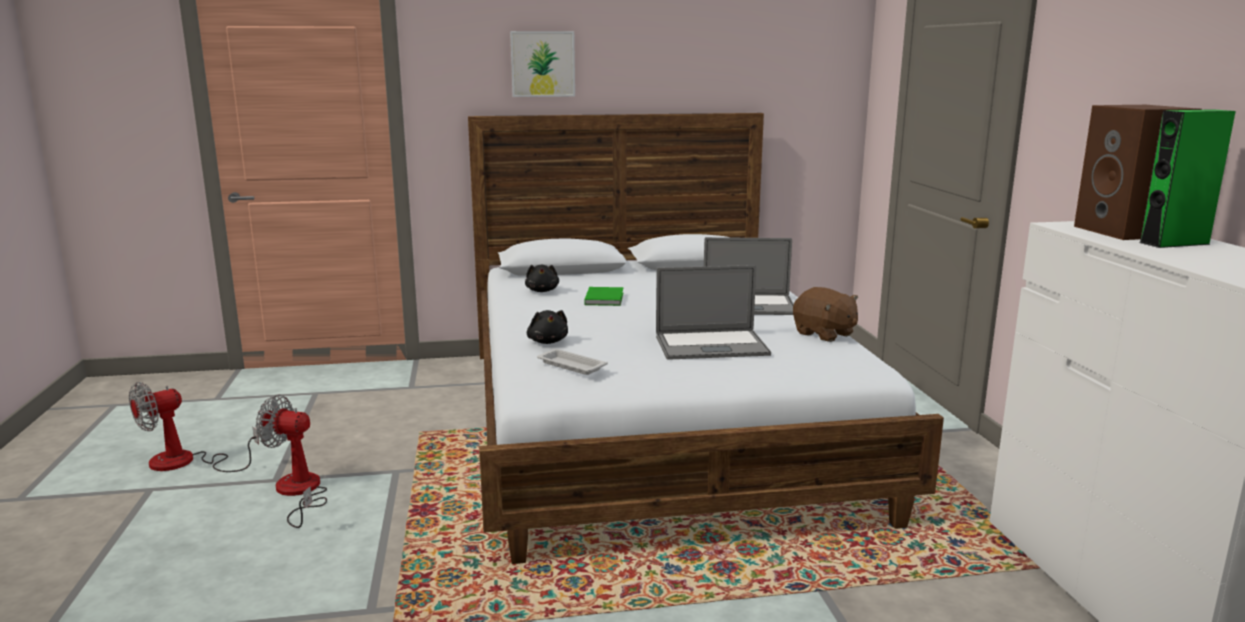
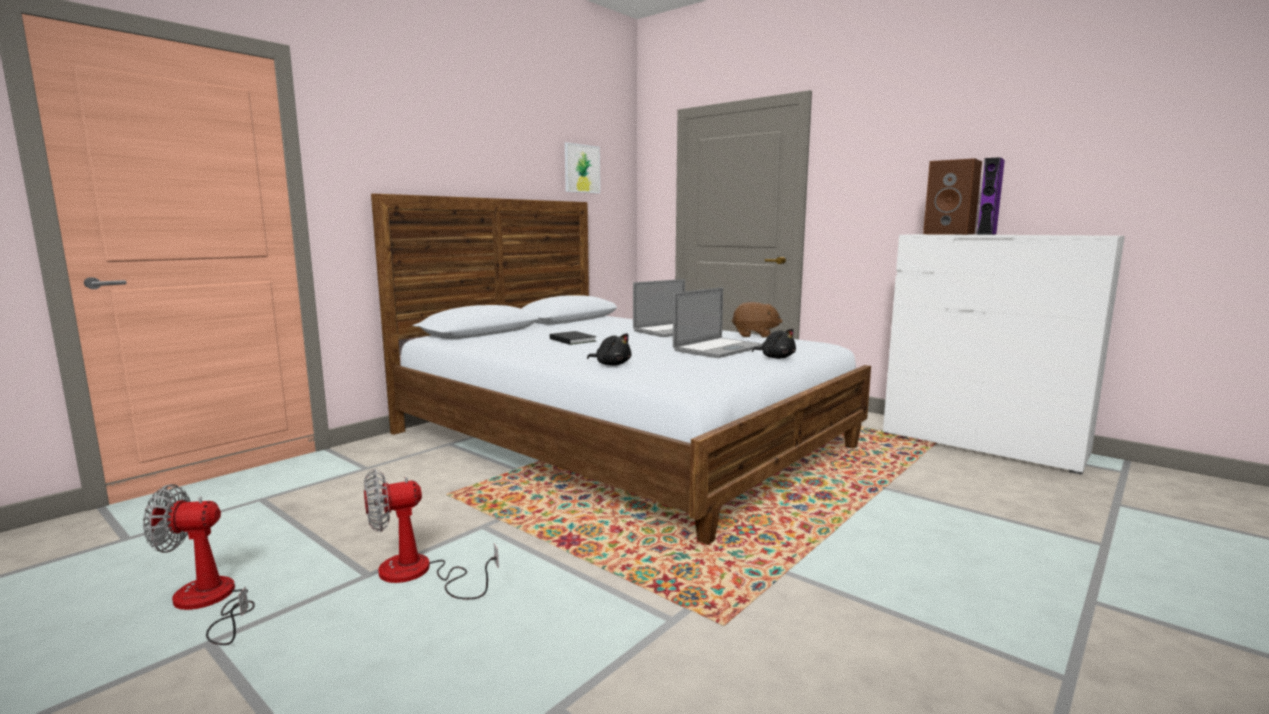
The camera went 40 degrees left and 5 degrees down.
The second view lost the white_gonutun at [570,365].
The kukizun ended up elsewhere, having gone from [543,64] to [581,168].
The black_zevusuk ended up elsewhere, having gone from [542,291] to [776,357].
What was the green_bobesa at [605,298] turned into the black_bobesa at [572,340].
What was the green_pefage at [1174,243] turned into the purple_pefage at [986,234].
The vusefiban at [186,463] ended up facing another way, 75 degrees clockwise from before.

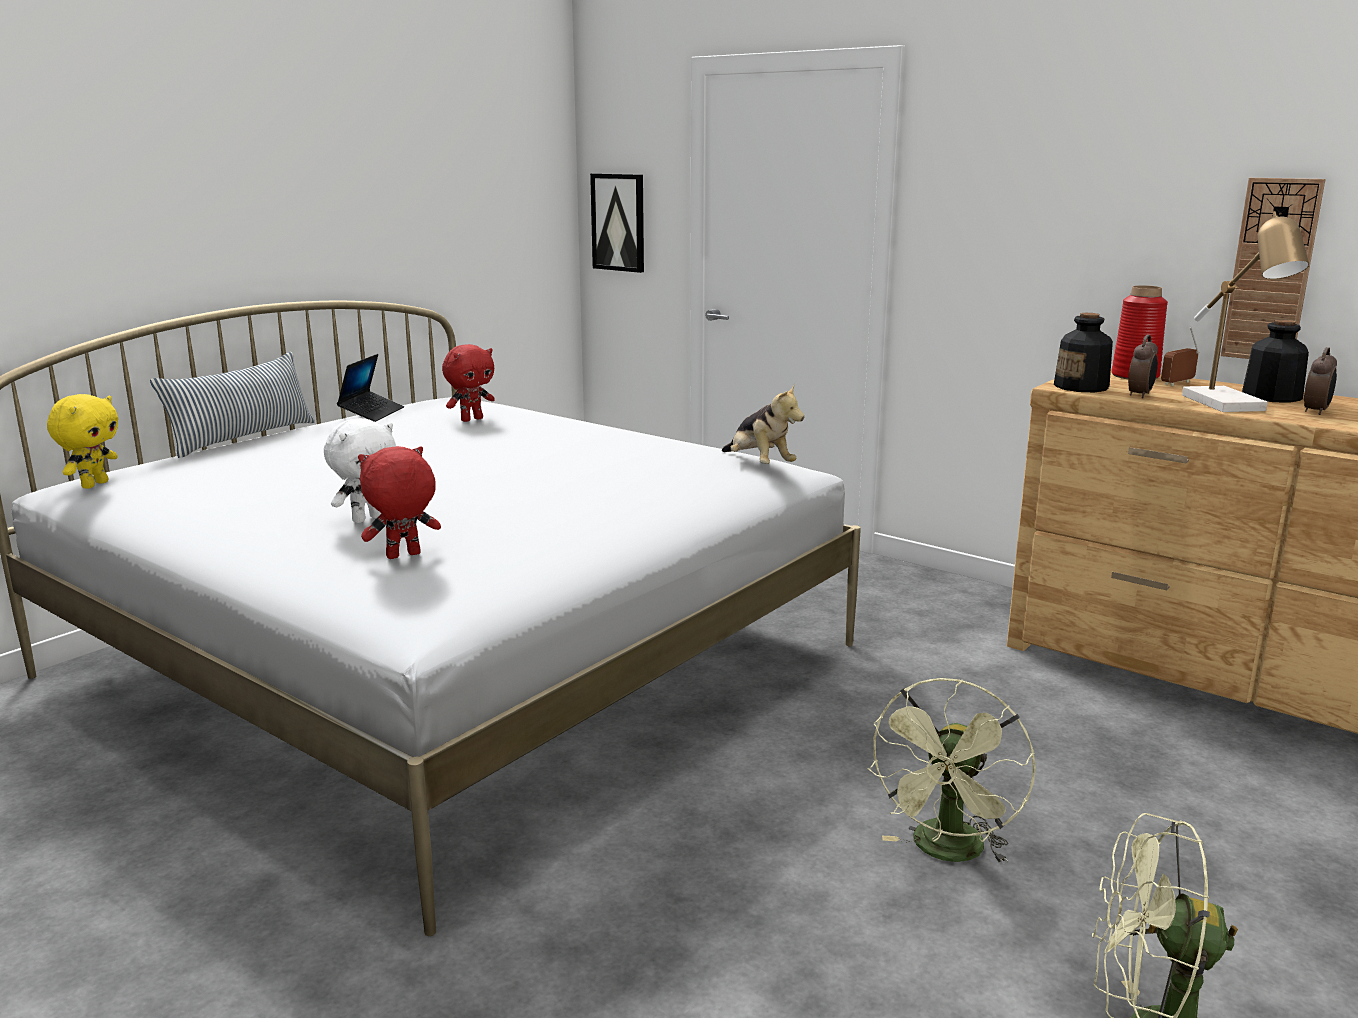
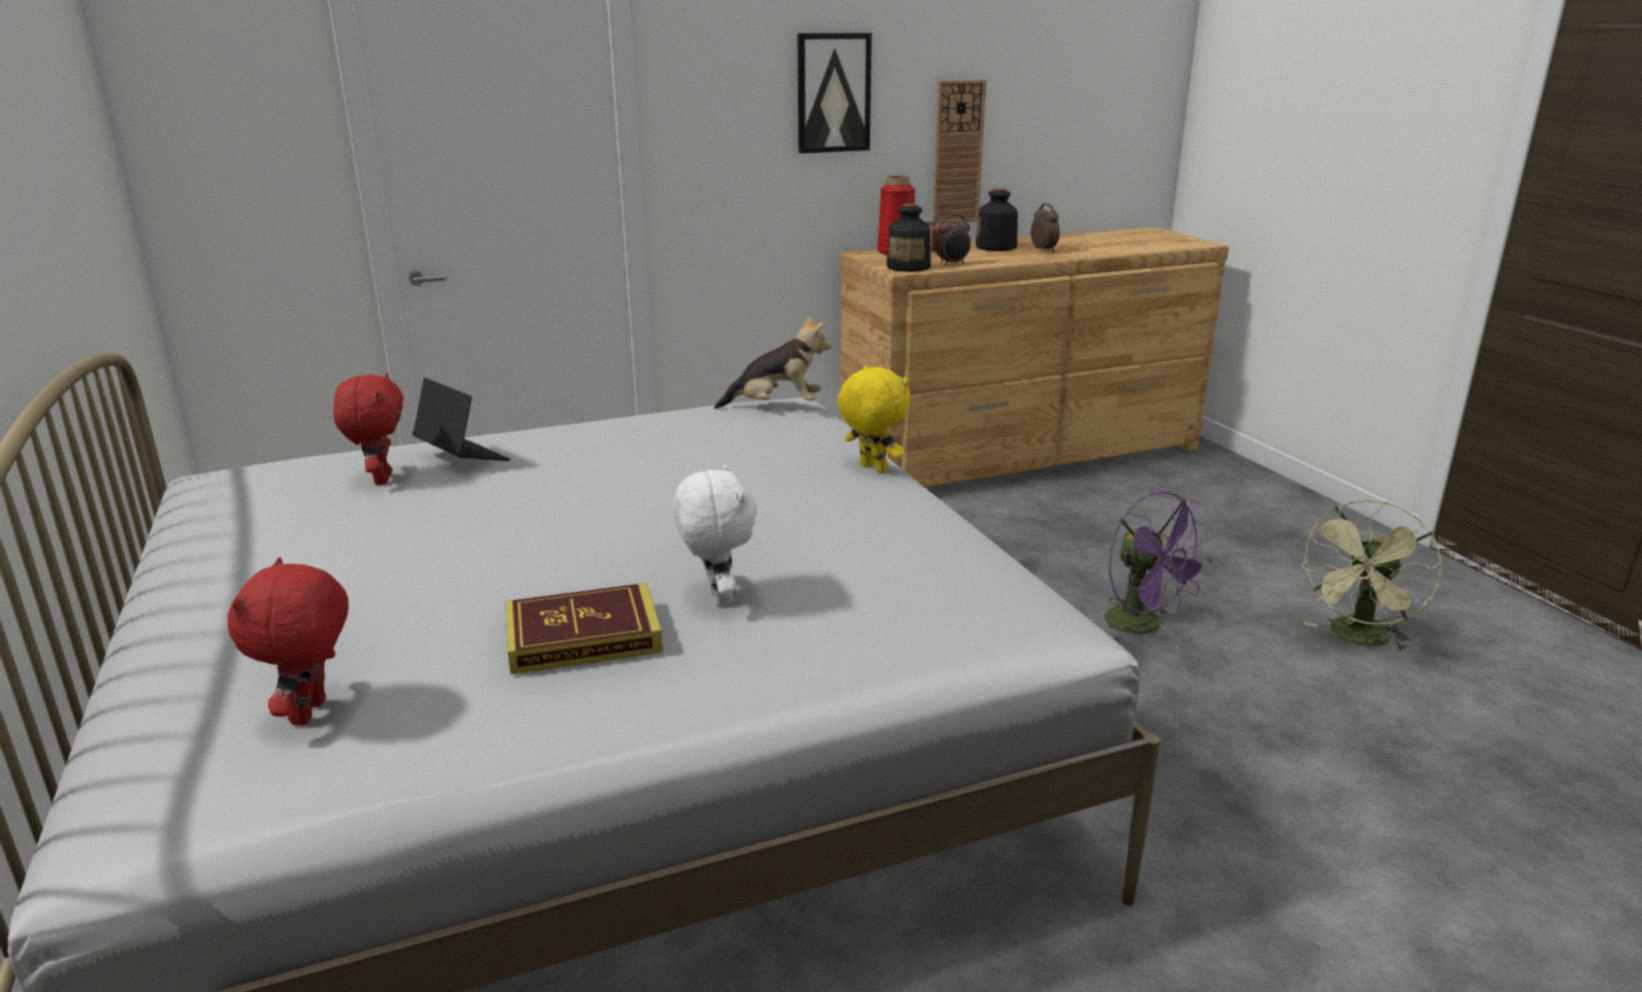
The camera went 60 degrees left and 5 degrees up.
The second view lost the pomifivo at [243,438].
The second view lost the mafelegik at [1231,405].
The second view gained the bobesa at [583,637].
The yellow_zevusuk ended up elsewhere, having gone from [94,484] to [871,468].
The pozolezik ended up elsewhere, having gone from [372,413] to [462,457].
The red_zevusuk ended up elsewhere, having gone from [403,556] to [312,713].
The kukizun ended up elsewhere, having gone from [619,222] to [833,93].
What was the green_vusefiban at [947,852] turned into the purple_vusefiban at [1143,626].
The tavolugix at [1140,395] ended up facing another way, 90 degrees clockwise from before.

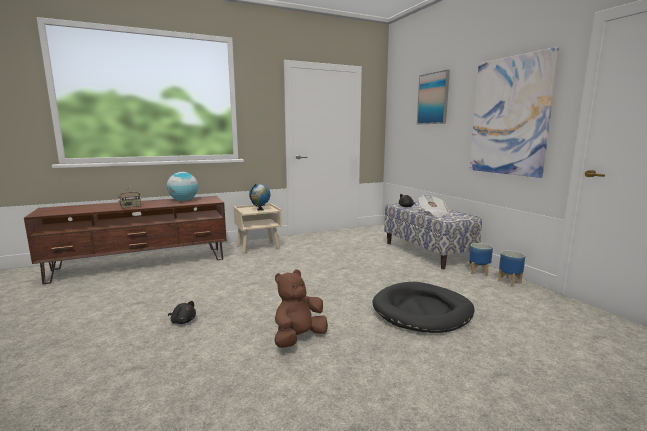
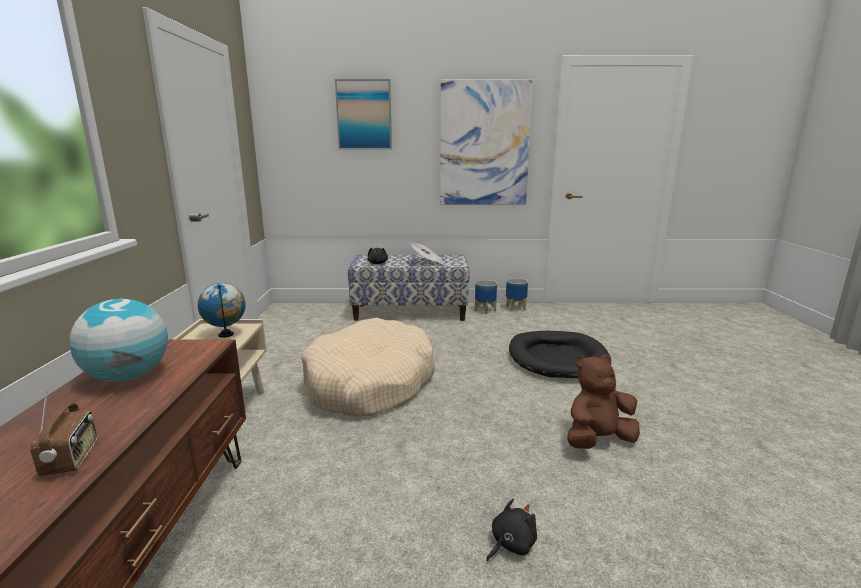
The camera went 65 degrees left and 5 degrees up.
The second view gained the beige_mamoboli at [369,383].
The brown_zevusuk at [298,338] ended up facing another way, 90 degrees clockwise from before.

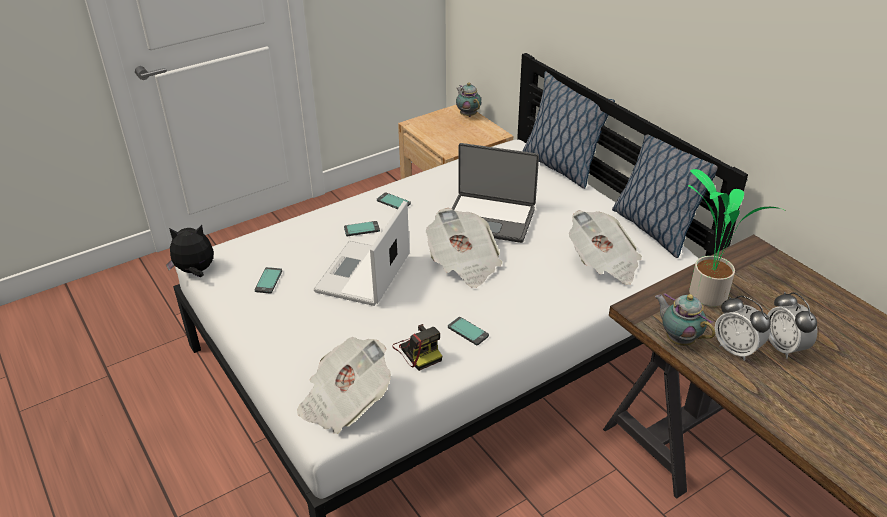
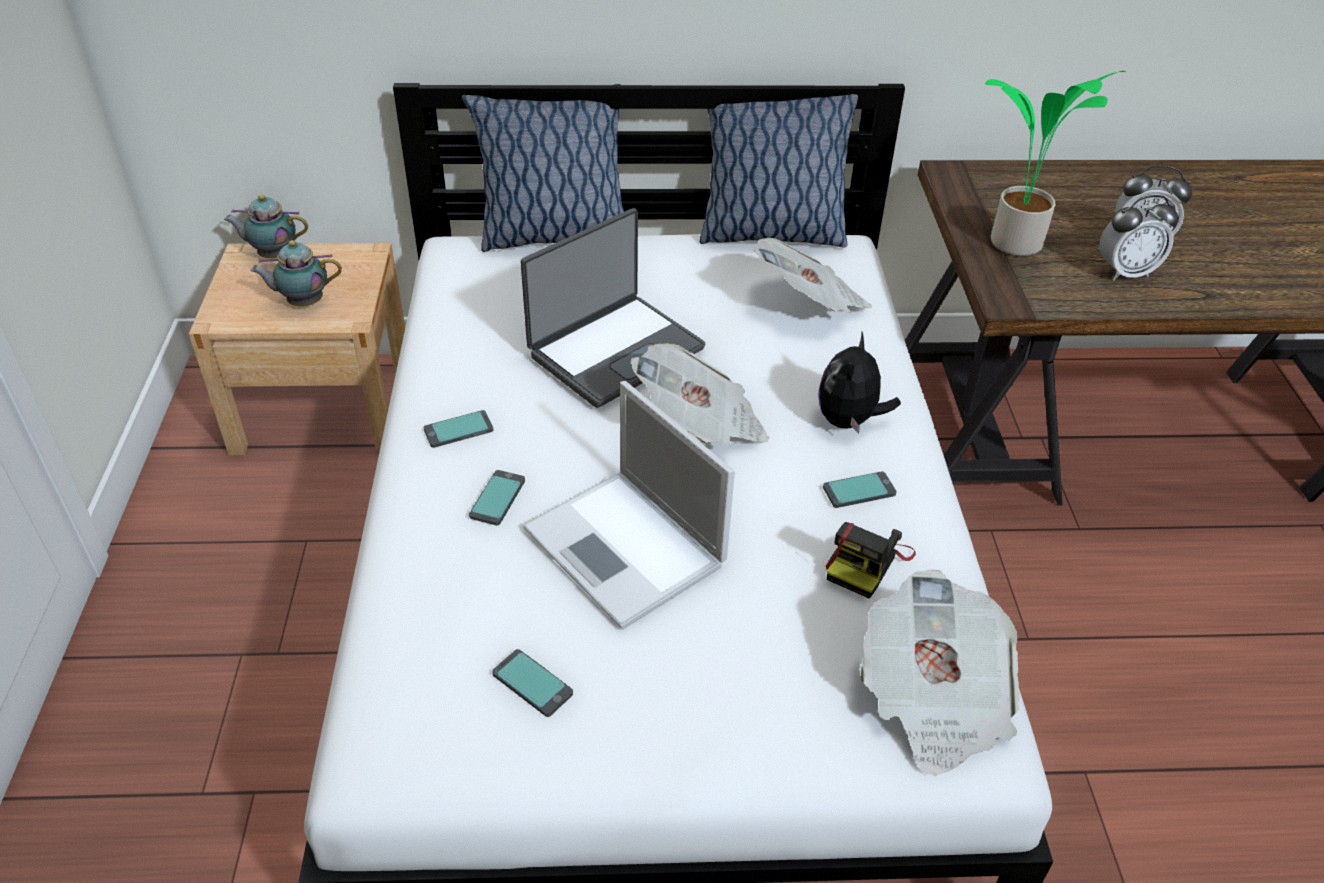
The camera went 60 degrees left and 5 degrees up.
The zevusuk ended up elsewhere, having gone from [195,271] to [849,421].
The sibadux ended up elsewhere, having gone from [678,339] to [303,302].
The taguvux at [418,351] ended up facing another way, 120 degrees clockwise from before.

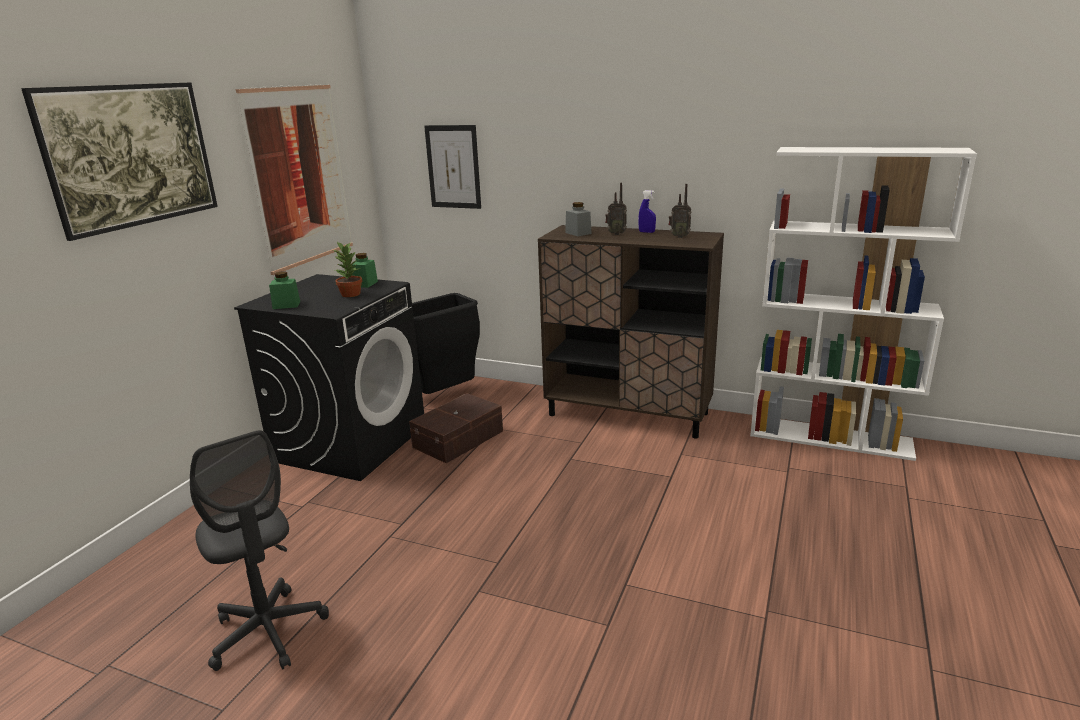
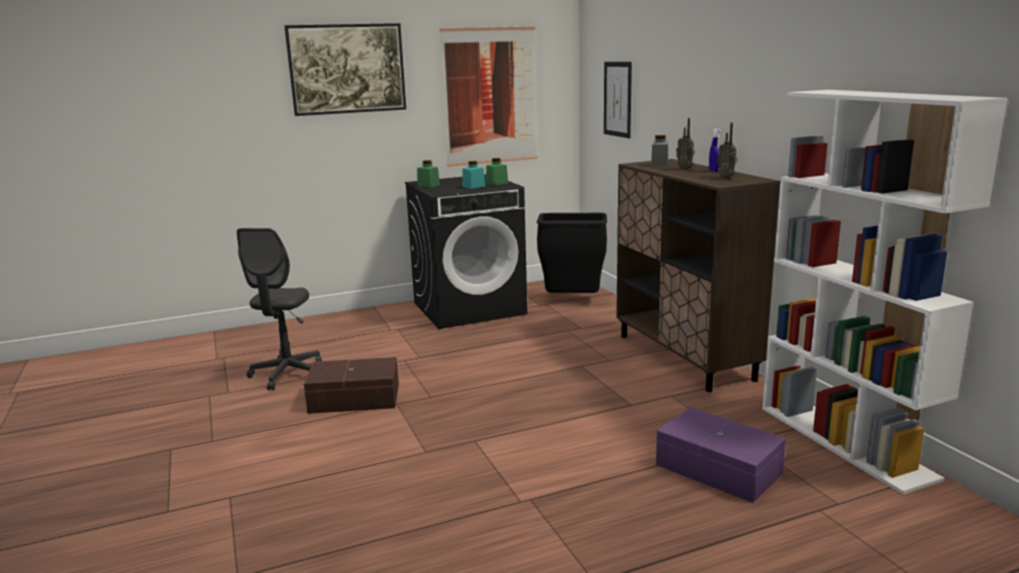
The camera went 45 degrees right and 5 degrees down.
The second view gained the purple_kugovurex at [718,470].
The brown_kugovurex ended up elsewhere, having gone from [460,439] to [355,399].
Where the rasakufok stood at [351,294], the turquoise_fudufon came to stand at [473,186].

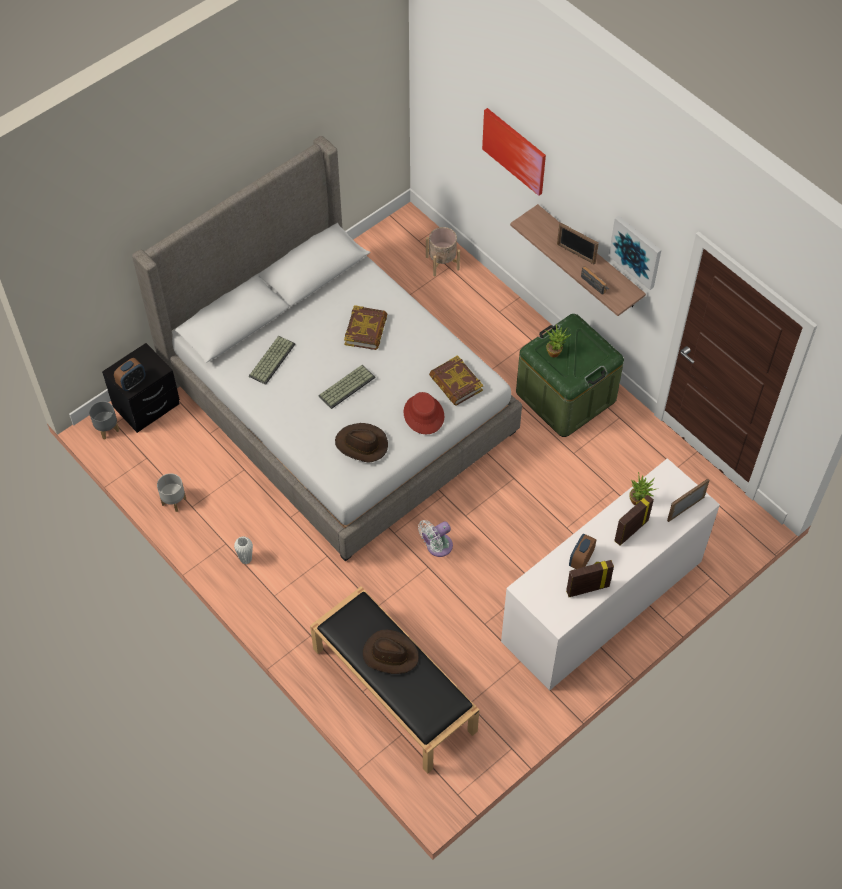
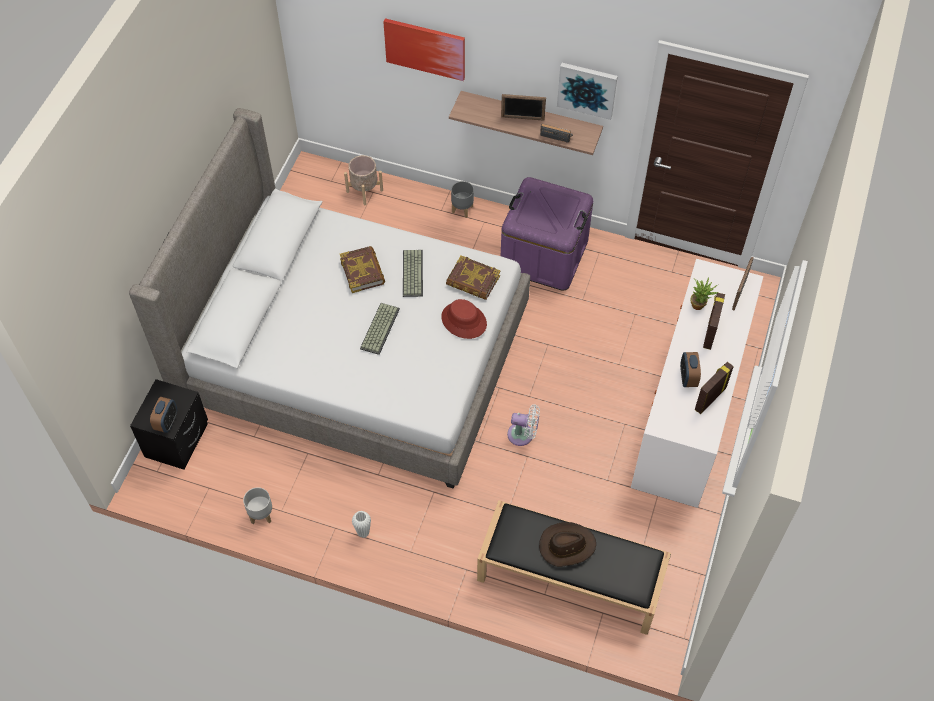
The camera went 30 degrees left and 0 degrees up.
The second view lost the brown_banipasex at [361,445].
The second view lost the rasakufok at [555,351].
The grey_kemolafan ended up elsewhere, having gone from [107,429] to [462,209].
The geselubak ended up elsewhere, having gone from [271,359] to [411,273].
What was the green_kugovurex at [566,396] turned into the purple_kugovurex at [544,255].
The white_vusefiban at [437,547] ended up facing another way, 105 degrees counterclockwise from before.

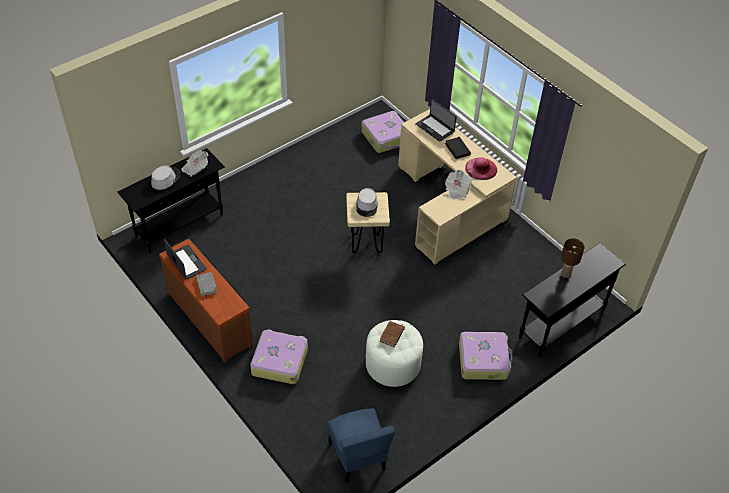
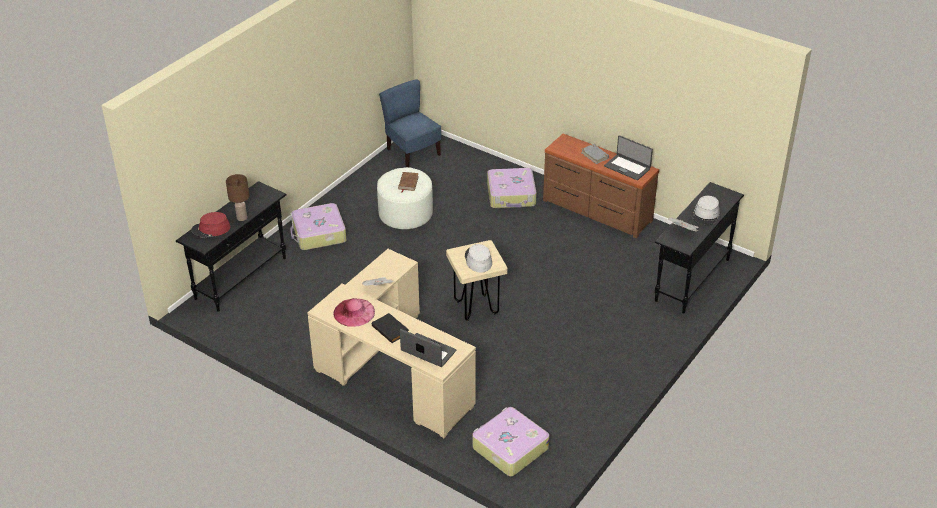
The camera went 165 degrees right and 10 degrees down.
The second view gained the red_banipasex at [211,229].

